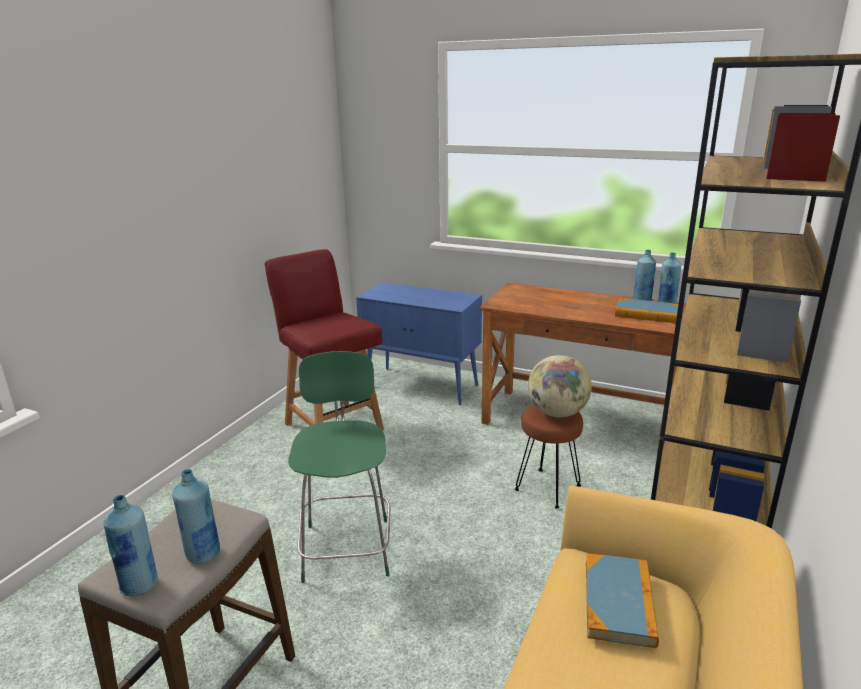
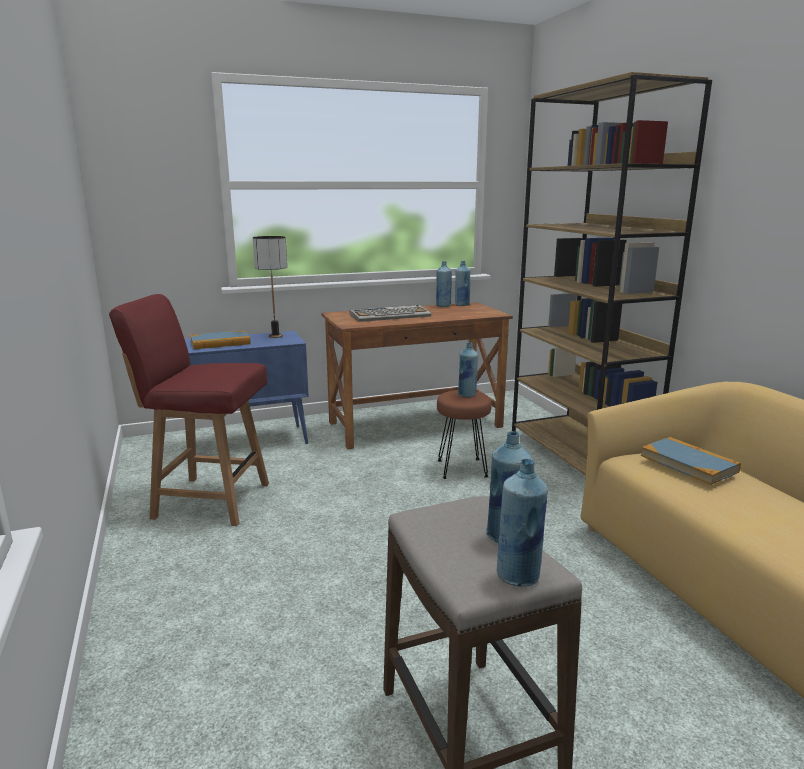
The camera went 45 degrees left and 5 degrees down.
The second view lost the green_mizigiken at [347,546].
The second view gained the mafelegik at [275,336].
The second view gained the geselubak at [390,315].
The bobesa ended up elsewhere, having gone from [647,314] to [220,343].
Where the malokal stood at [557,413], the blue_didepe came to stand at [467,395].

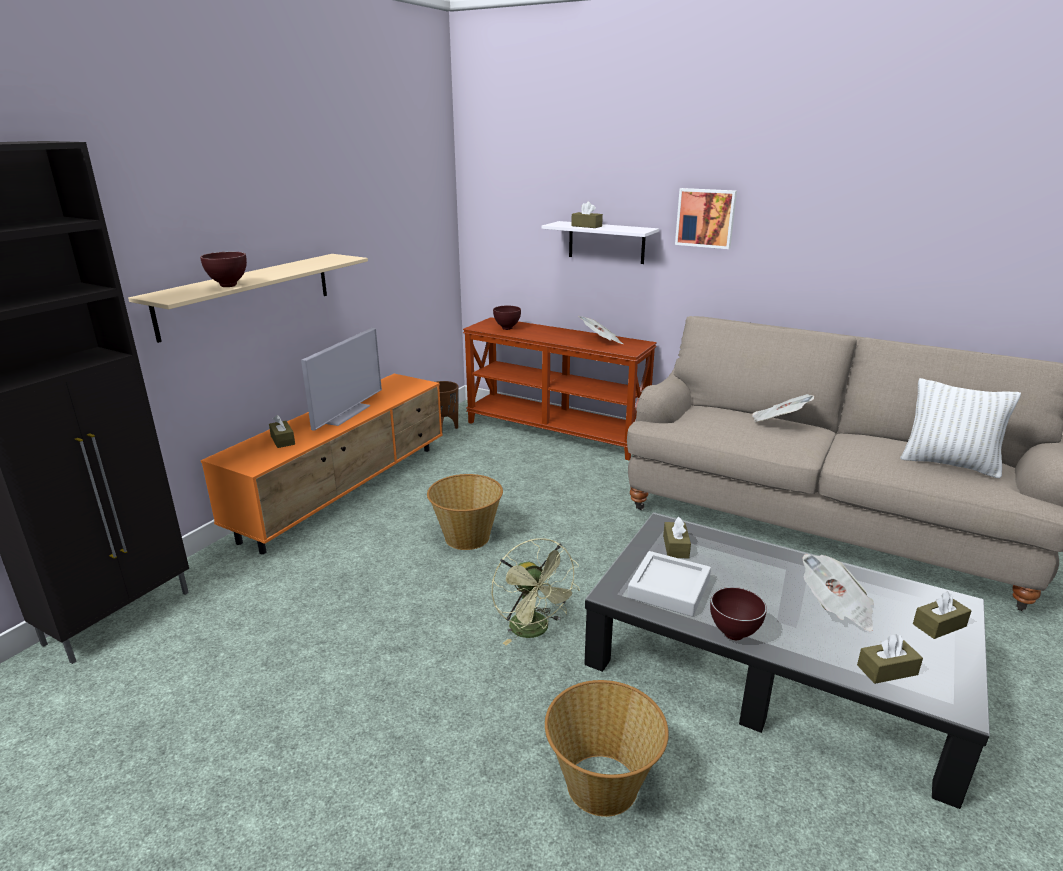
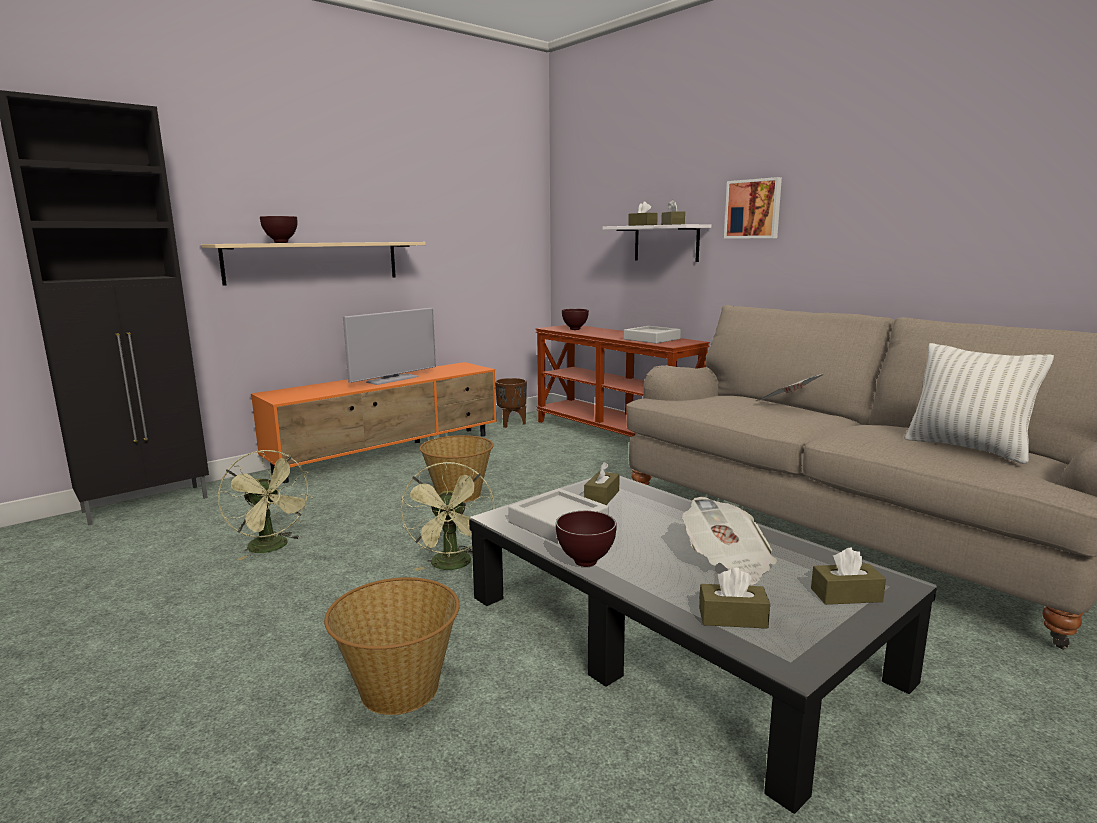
The camera went 20 degrees right and 10 degrees down.
The second view gained the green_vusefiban at [273,548].
The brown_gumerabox ended up elsewhere, having gone from [283,440] to [672,224].
Where the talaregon stood at [601,342], the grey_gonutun came to stand at [651,339].

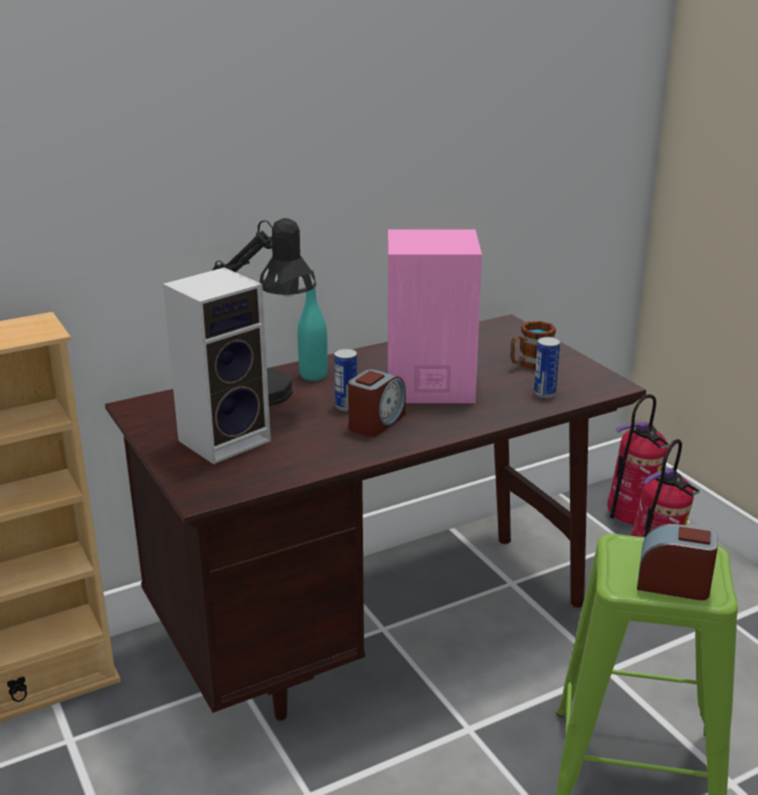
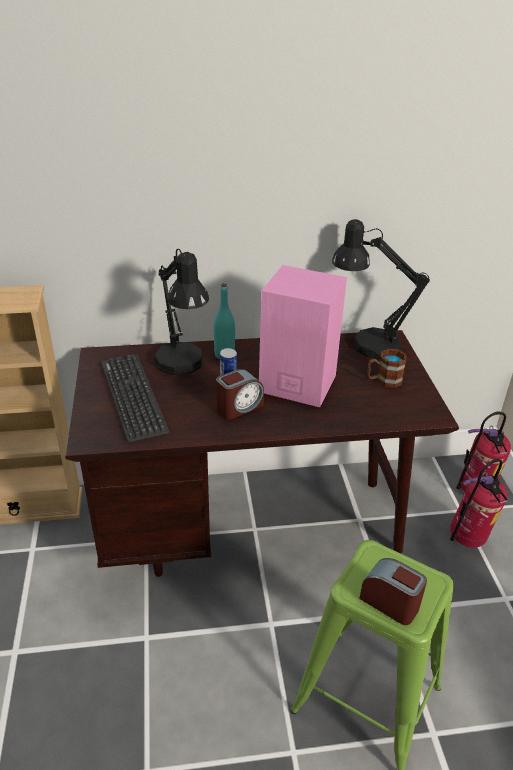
The camera went 20 degrees right and 10 degrees up.
The second view lost the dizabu at [544,393].
The second view gained the black_mafelegik at [366,344].
Where the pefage stood at [226,439], the geselubak came to stand at [133,396].

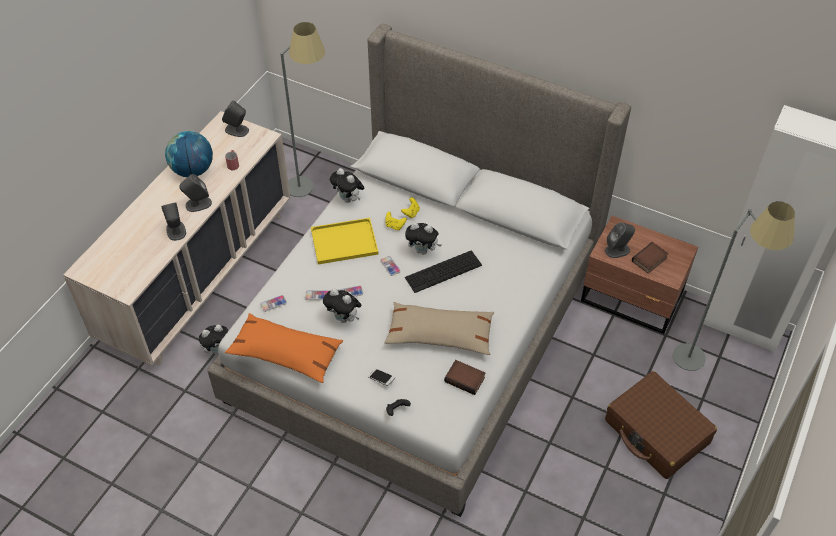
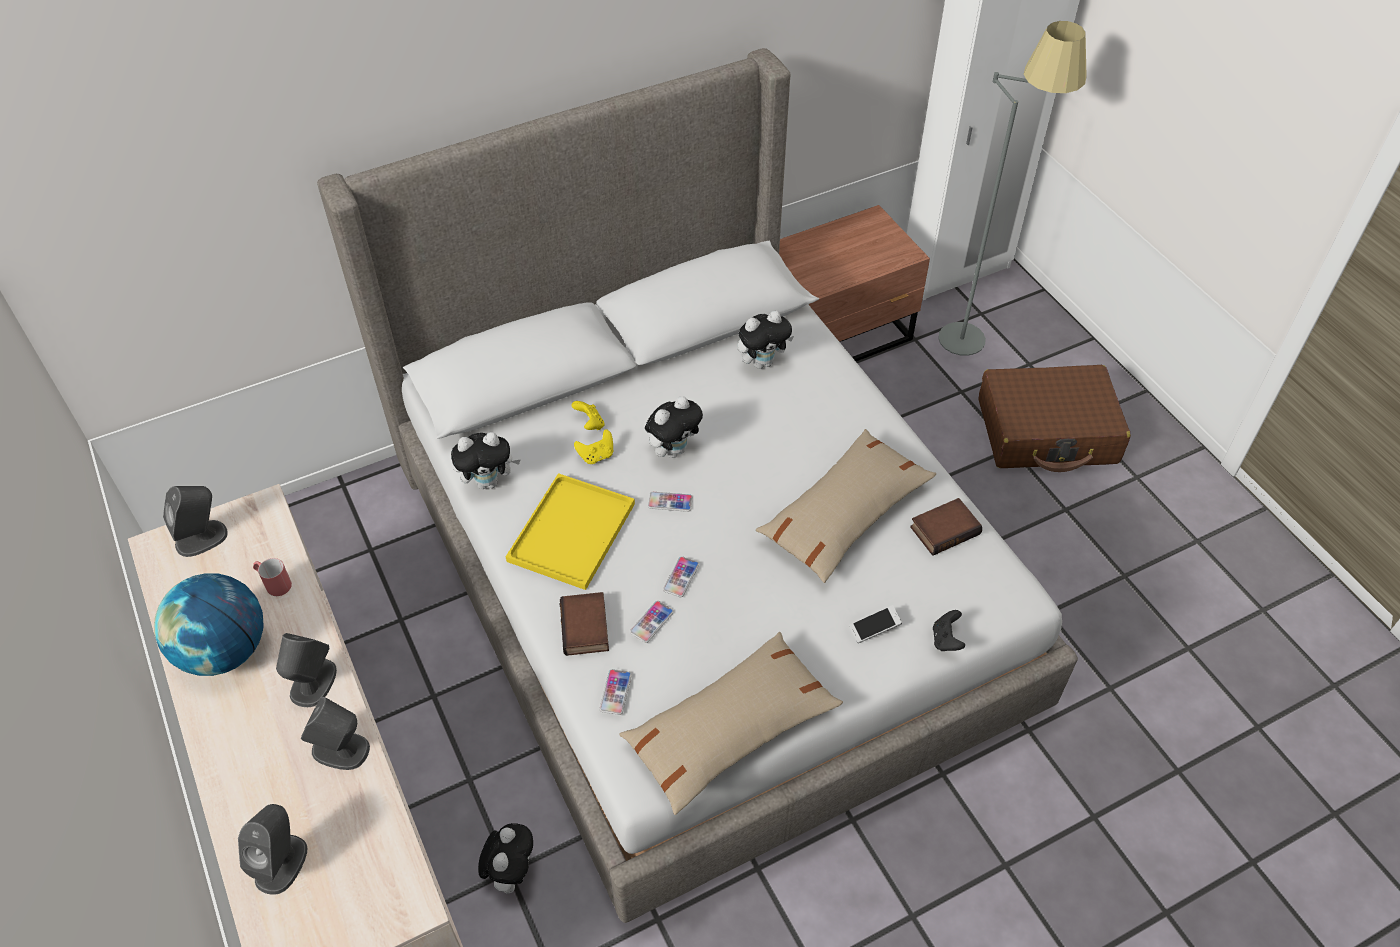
The camera went 55 degrees left and 0 degrees up.
The second view lost the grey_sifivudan at [312,188].
The second view lost the geselubak at [443,271].
The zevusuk ended up elsewhere, having gone from [344,318] to [762,362].
The grey_pefage ended up elsewhere, having gone from [617,250] to [281,863].
The bobesa ended up elsewhere, having gone from [649,260] to [587,628].
What was the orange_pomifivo at [285,353] turned into the beige_pomifivo at [730,730].

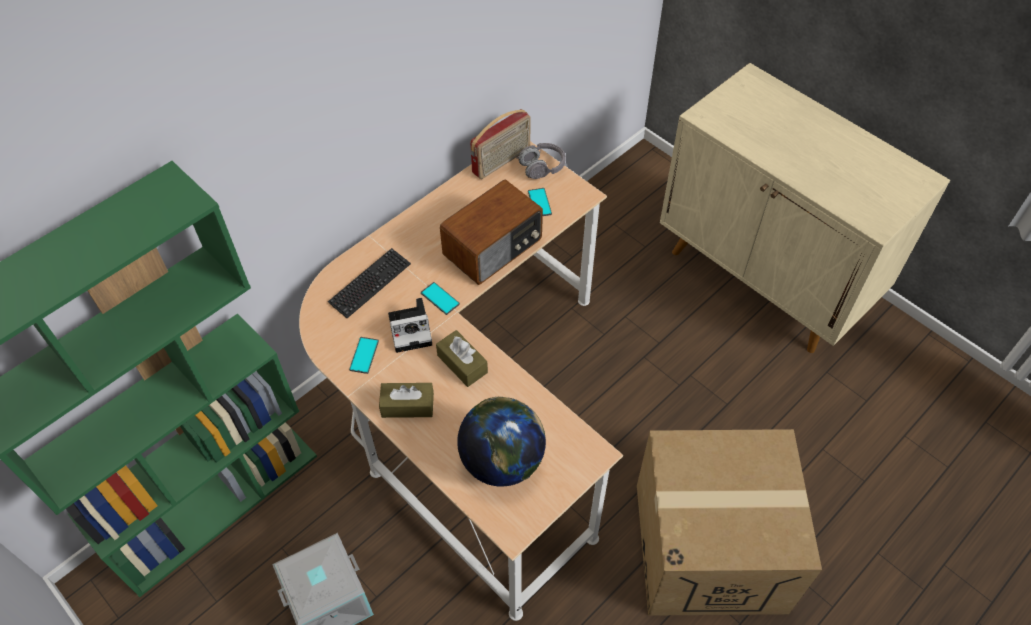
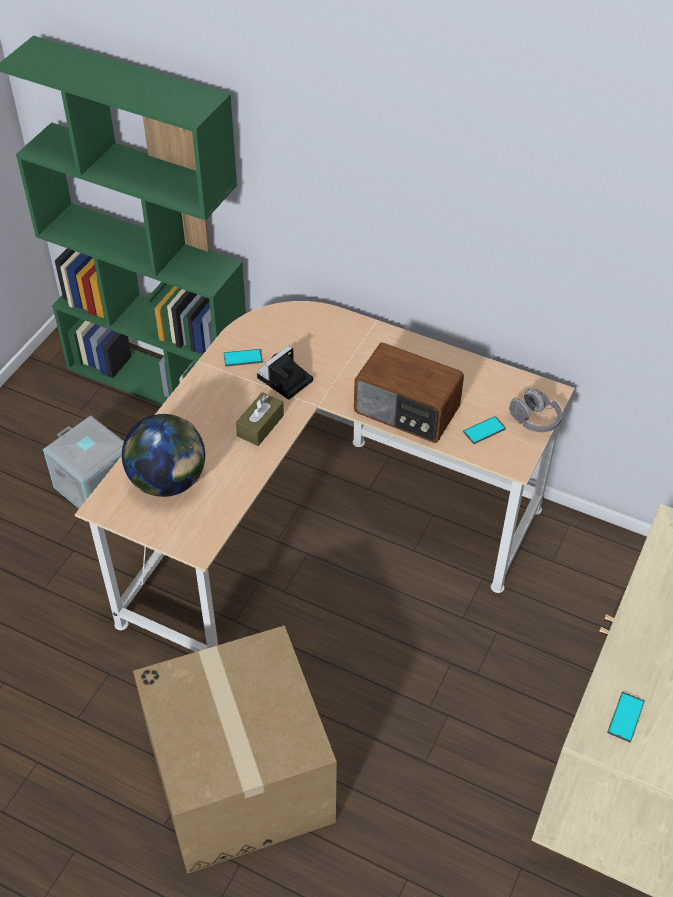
The camera went 70 degrees right and 5 degrees down.
The second view lost the geselubak at [370,284].
The second view lost the brown_gumerabox at [407,405].
The second view lost the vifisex at [502,161].
The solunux ended up elsewhere, having gone from [440,299] to [625,717].
The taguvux at [412,329] ended up facing another way, 75 degrees clockwise from before.

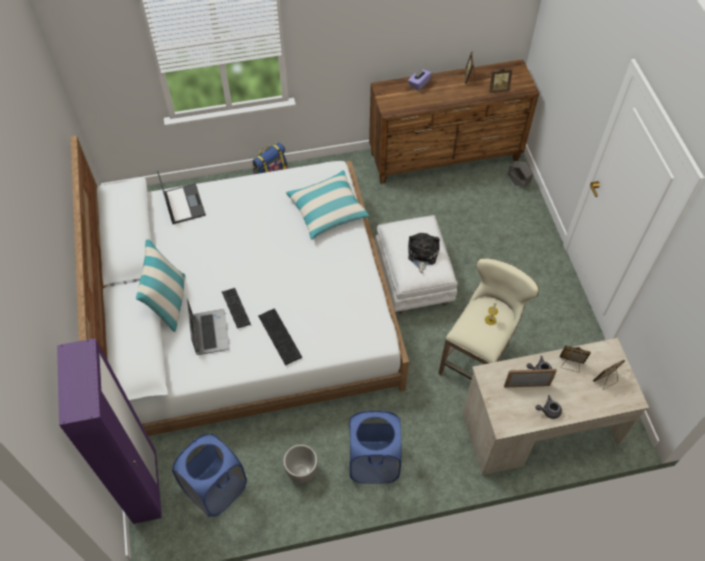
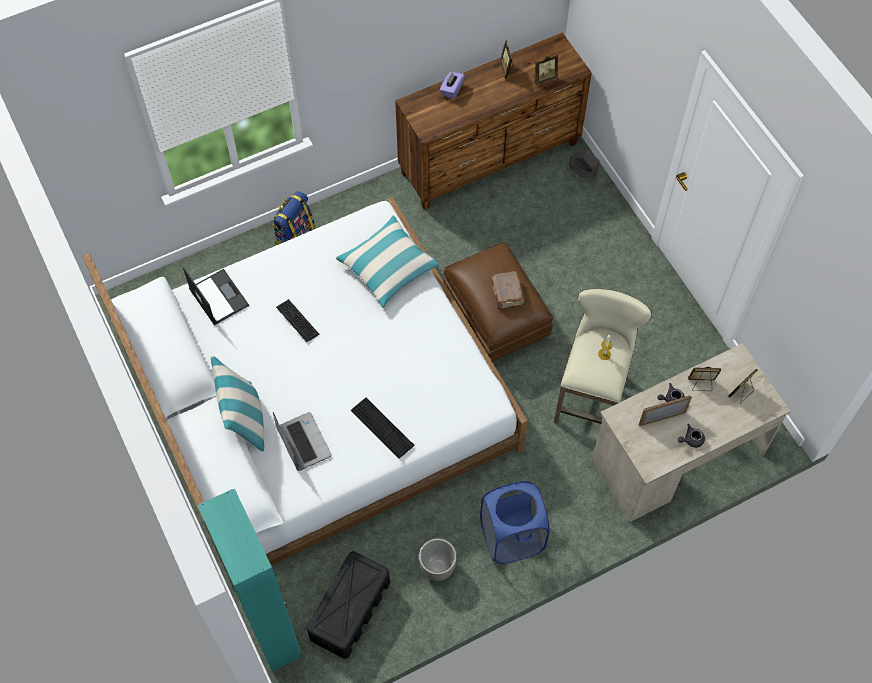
The camera went 15 degrees left and 5 degrees up.
The geselubak ended up elsewhere, having gone from [236,308] to [297,321].
Where the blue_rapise stood at [216,489], the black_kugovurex came to stand at [349,610].
Where the zevusuk stood at [422,255], the brown_bobesa came to stand at [506,294].
What was the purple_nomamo at [146,487] turned into the turquoise_nomamo at [271,629].
What was the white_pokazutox at [413,279] turned into the brown_pokazutox at [494,318].

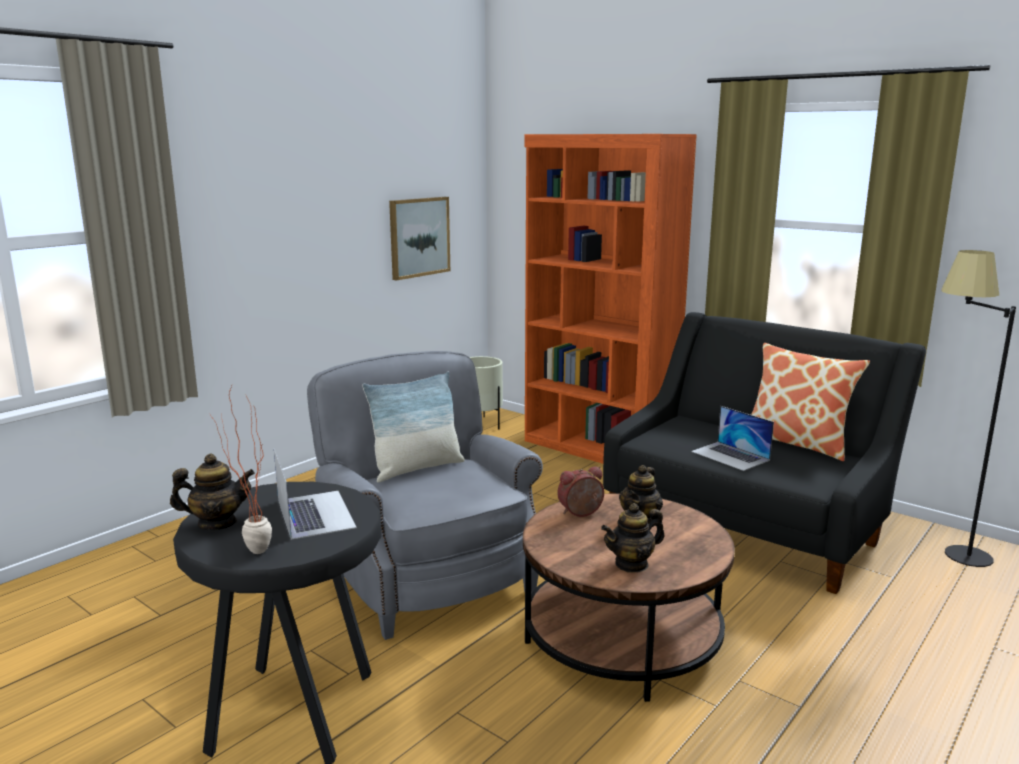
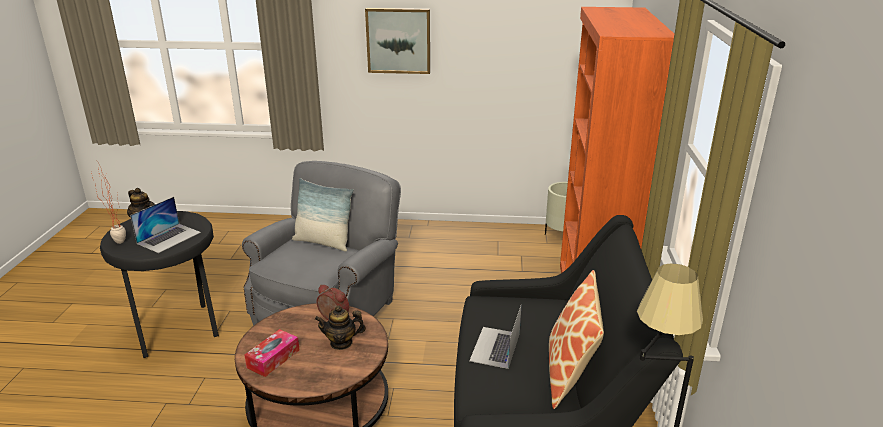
The camera went 55 degrees right and 10 degrees up.
The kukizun ended up elsewhere, having gone from [419,237] to [398,40].
Where the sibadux stood at [632,564], the gumerabox came to stand at [273,359].

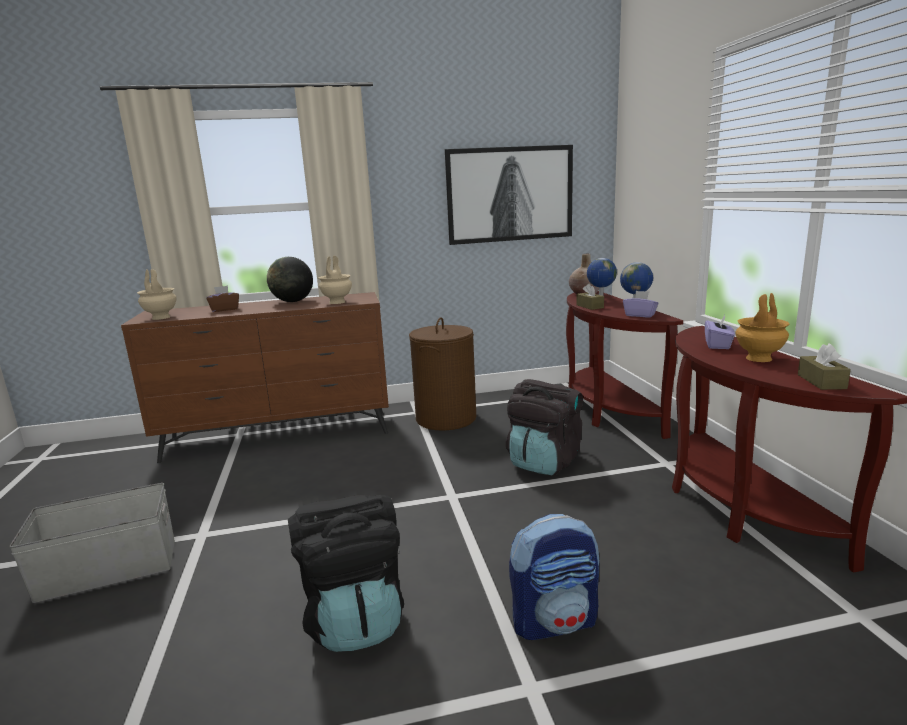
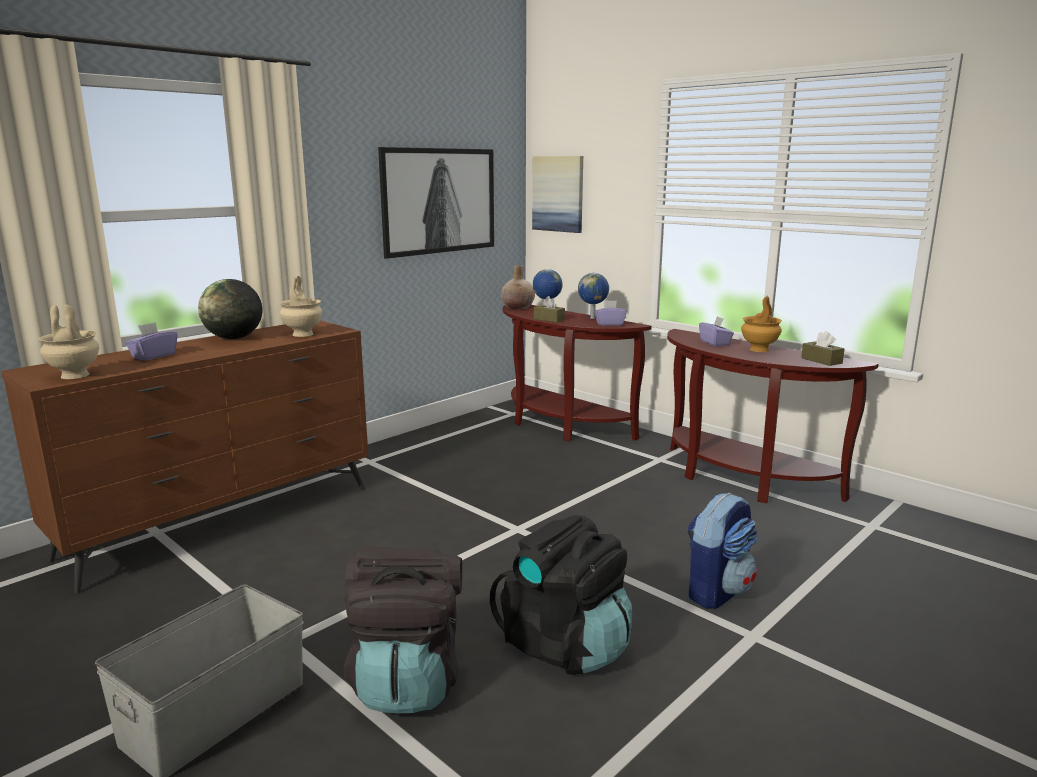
The camera went 35 degrees left and 0 degrees up.
The second view lost the brown_rapise at [445,418].
The second view gained the kukizun at [558,194].
The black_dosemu ended up elsewhere, having gone from [544,462] to [408,680].
What was the brown_gumerabox at [224,309] turned into the purple_gumerabox at [154,356].

